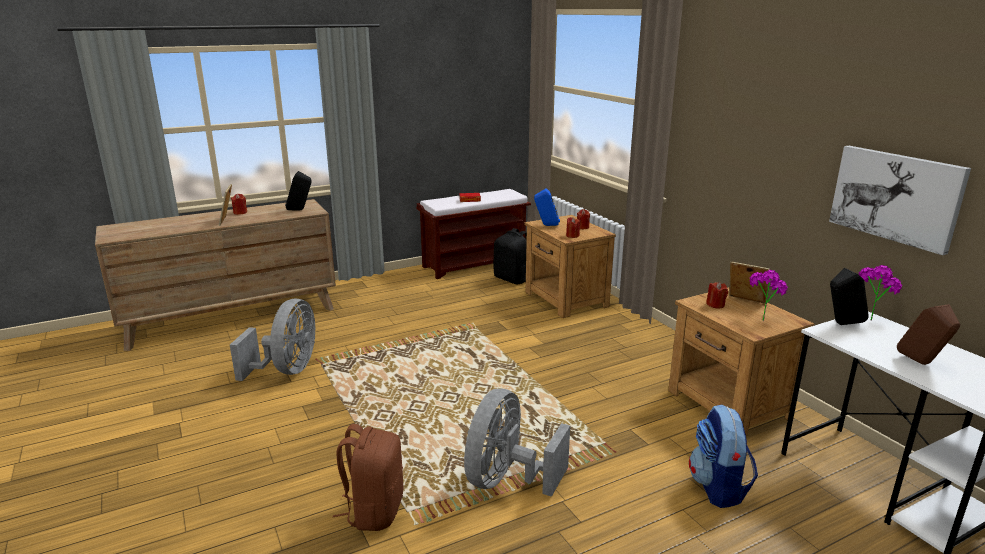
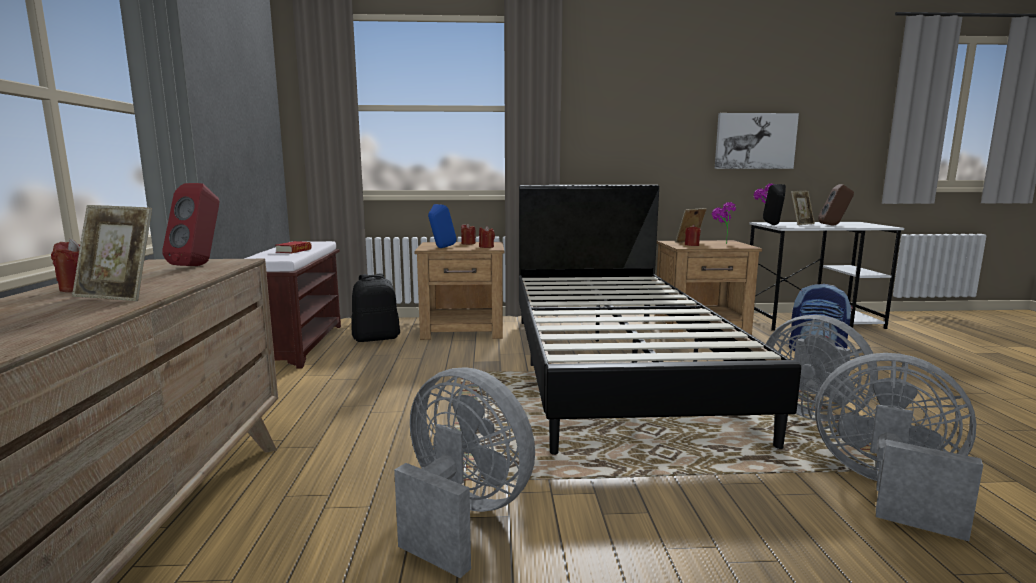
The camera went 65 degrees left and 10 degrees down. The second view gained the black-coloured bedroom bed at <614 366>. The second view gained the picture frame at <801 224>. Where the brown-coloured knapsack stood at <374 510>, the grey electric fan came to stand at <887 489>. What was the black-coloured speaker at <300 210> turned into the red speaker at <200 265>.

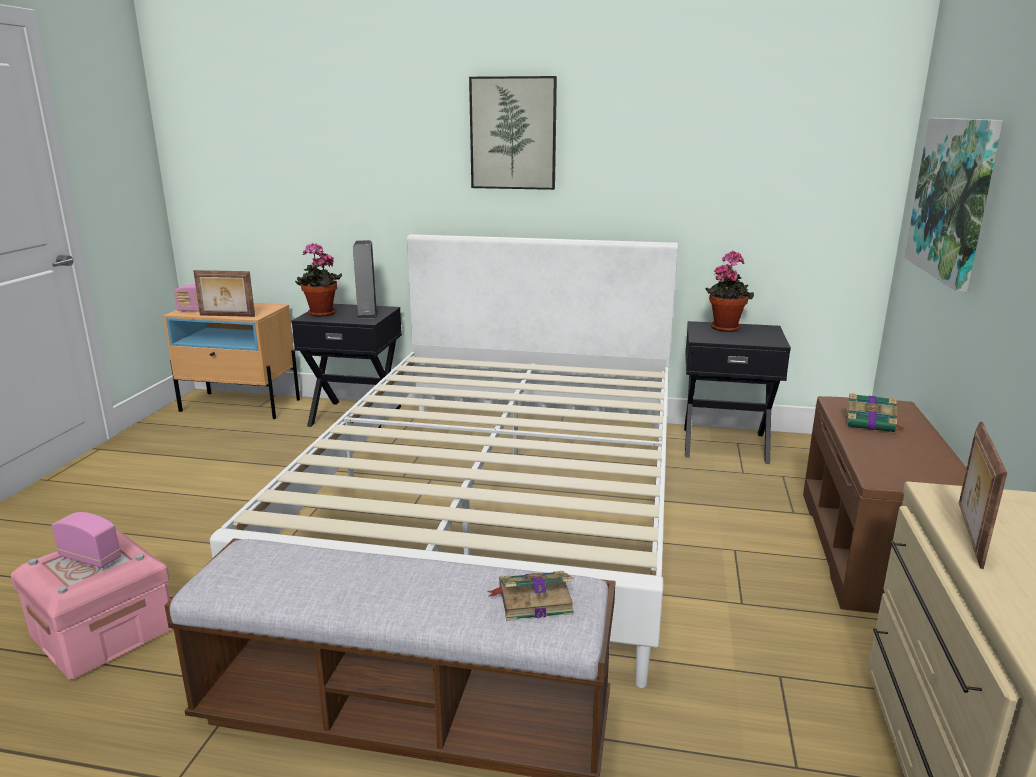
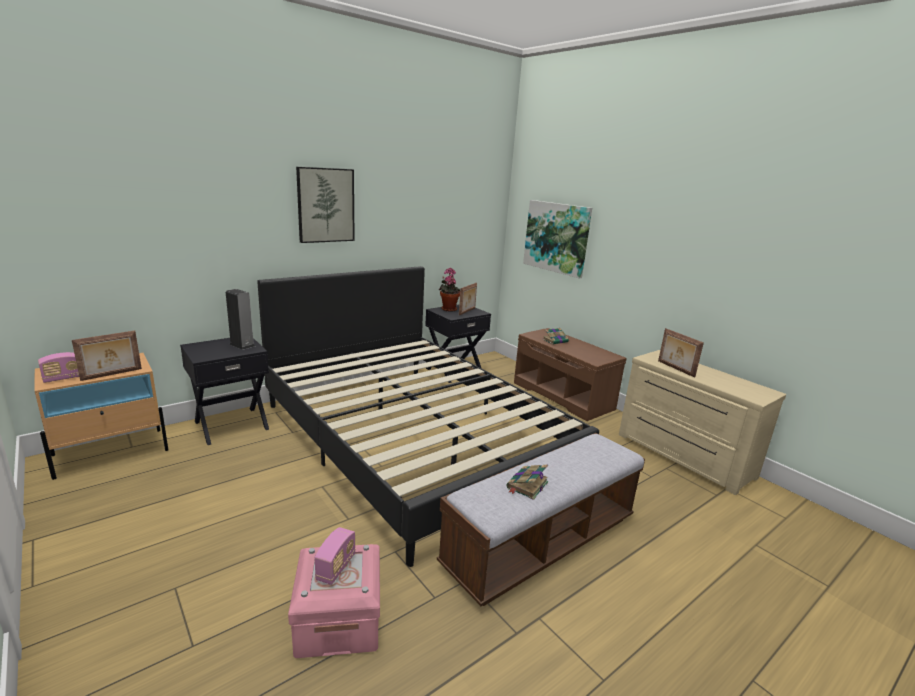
The camera went 50 degrees left and 0 degrees up. The second view lost the houseplant at <321 314>. The second view gained the picture frame at <467 311>. The book ended up elsewhere, having gone from <533 600> to <526 486>. What was the white bedroom bed at <499 504> turned into the black-coloured bedroom bed at <413 438>. The radio set at <90 558> ended up facing another way, 135 degrees clockwise from before.

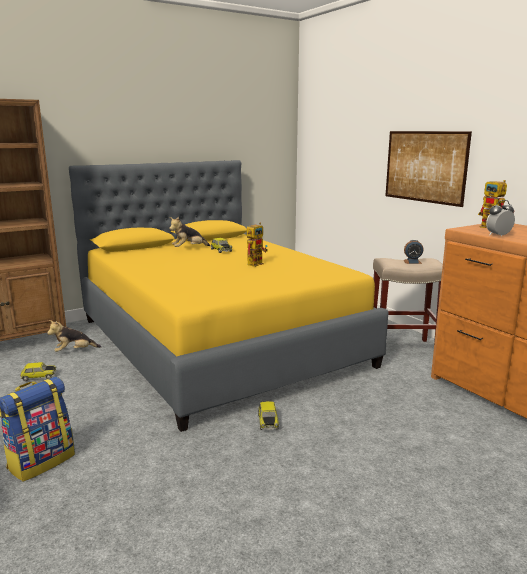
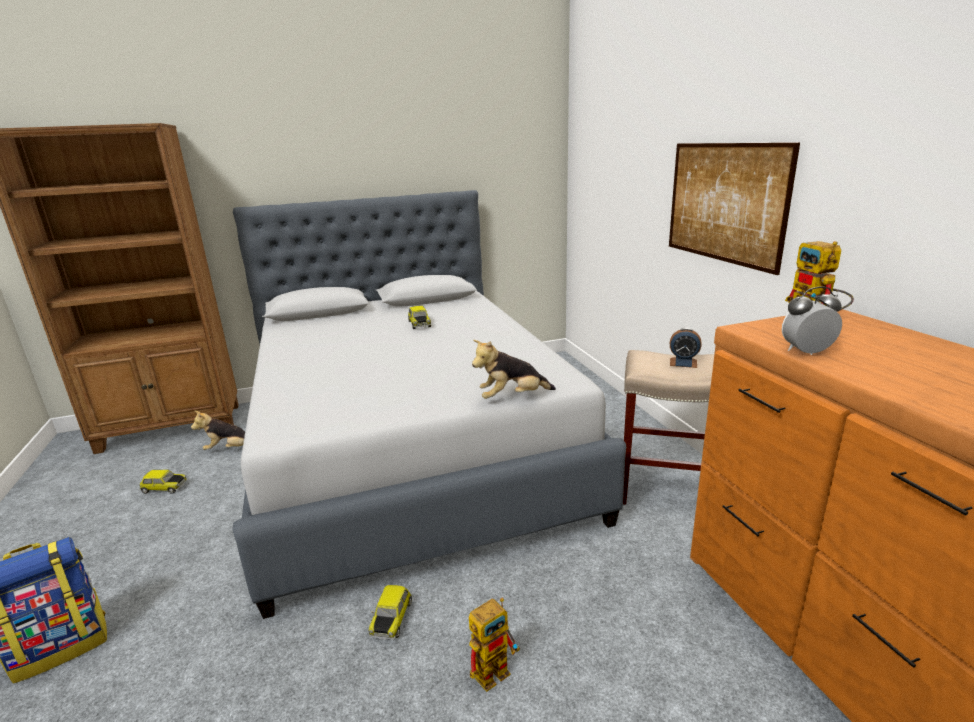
The camera went 15 degrees right and 5 degrees up. The soft toy ended up elsewhere, having gone from <189 249> to <512 397>. The robot figure ended up elsewhere, having gone from <256 263> to <496 668>. What was the yellowish bedroom bed at <218 341> turned into the grey bedroom bed at <410 449>.

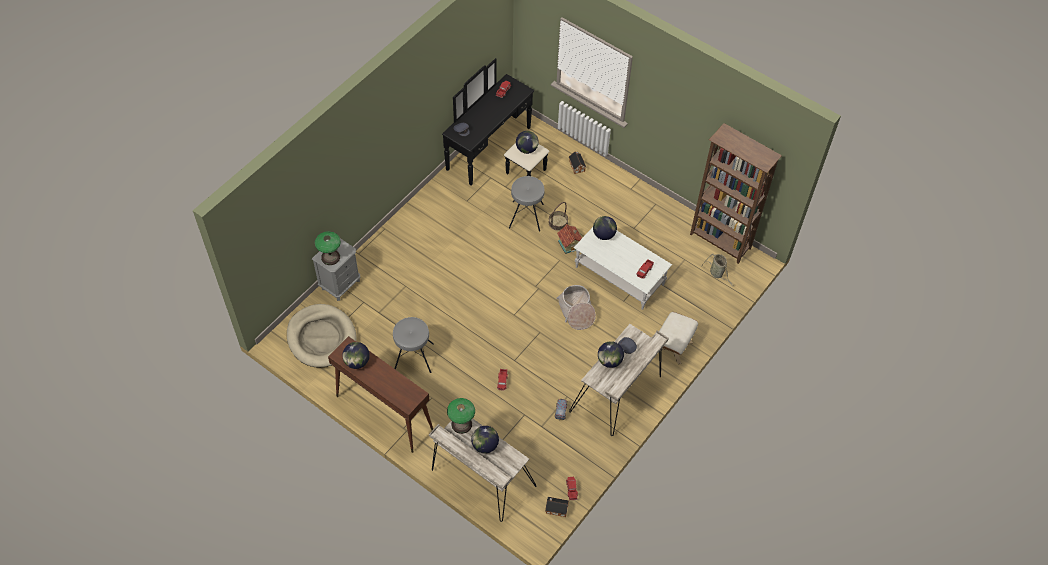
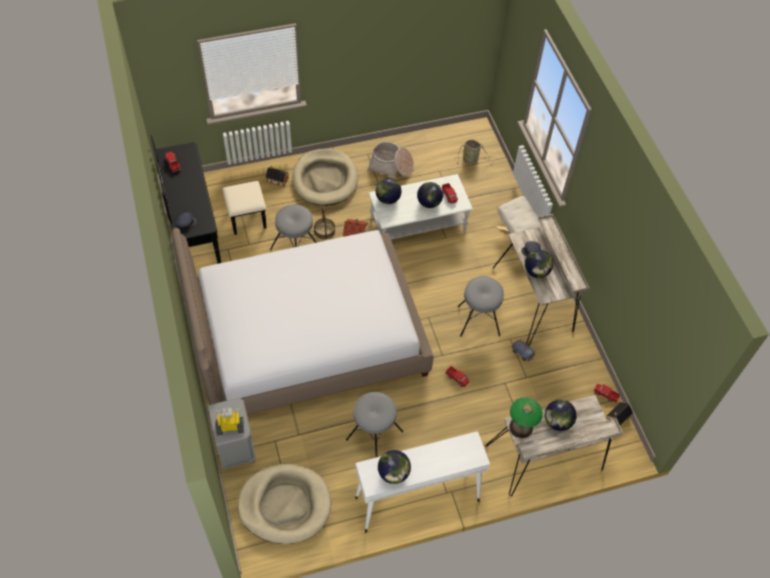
The camera went 55 degrees left and 0 degrees up. The second view lost the brown-coloured bookcase at <720 242>. The second view gained the bedroom bed at <306 337>. The second view gained the beige pet bed at <325 179>. The second view gained the grey sitting stool at <478 320>. The world globe ended up elsewhere, having gone from <527 149> to <429 203>. The basket ended up elsewhere, having gone from <576 311> to <391 166>. Where the tabletop lamp stood at <330 257>, the robot figure came to stand at <230 426>. What was the brown-coloured narrow table at <384 412> turned into the white narrow table at <416 499>.

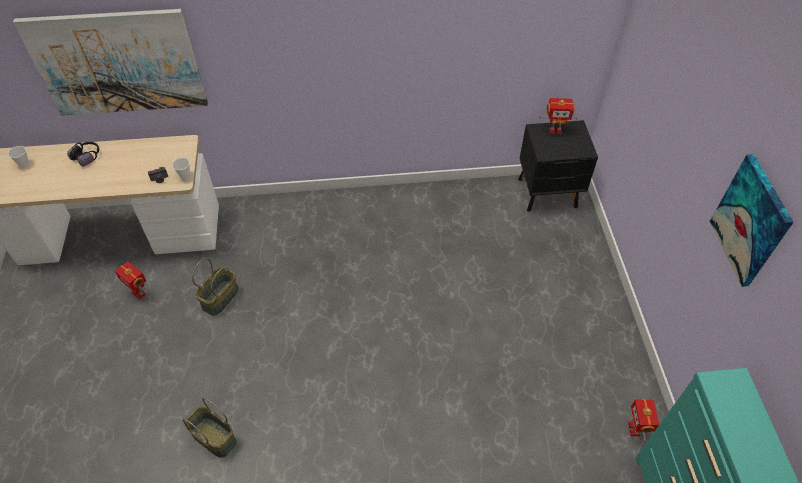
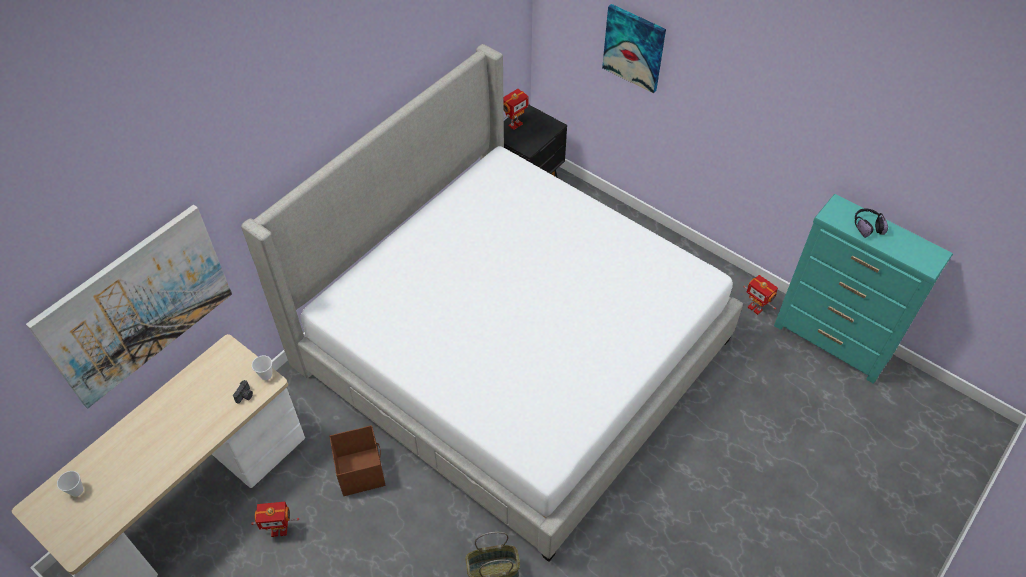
The camera went 45 degrees left and 0 degrees up. The second view gained the bedroom bed at <513 352>. The headphones ended up elsewhere, having gone from <87 156> to <867 226>. The wall picture ended up elsewhere, having gone from <751 221> to <634 48>. Where the basket stood at <220 297>, the brown-coloured storage box came to stand at <361 471>.

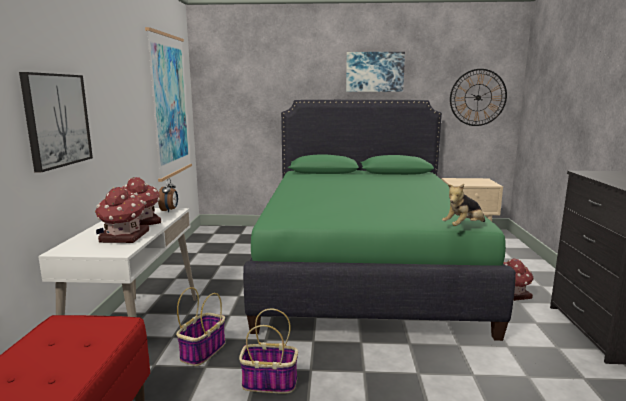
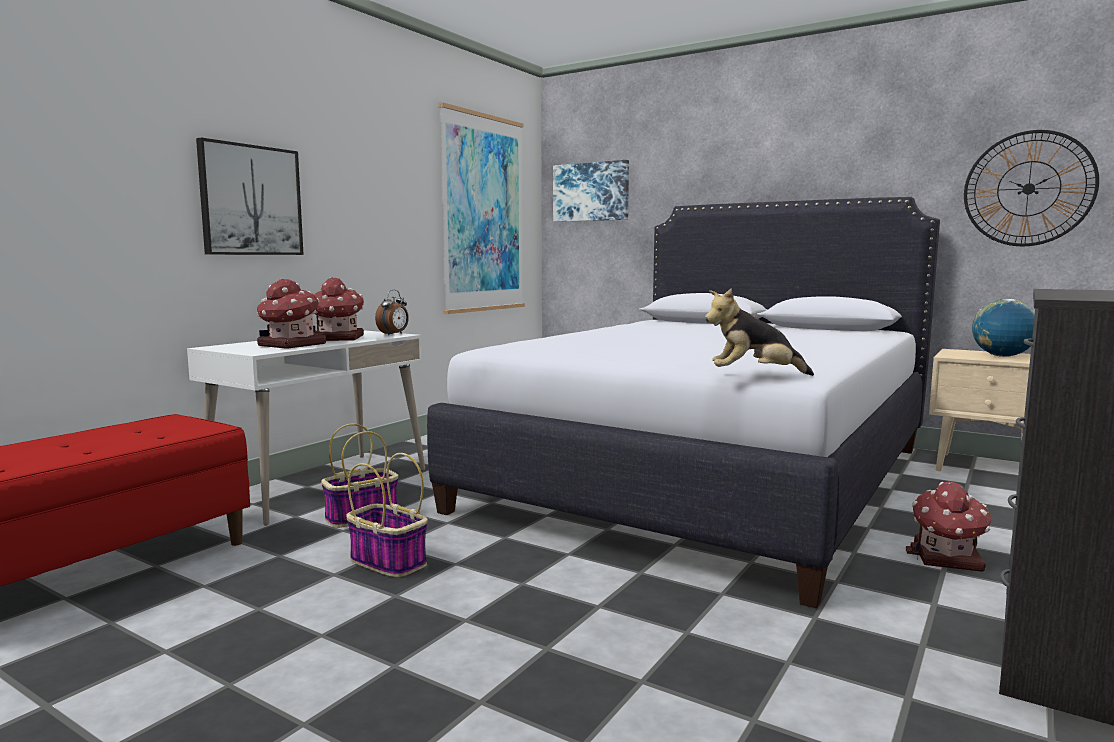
The camera went 30 degrees right and 5 degrees down. The second view gained the world globe at <1002 356>. The wall picture ended up elsewhere, having gone from <374 72> to <591 192>. What was the green-coloured bedroom bed at <363 268> turned into the white bedroom bed at <707 477>.

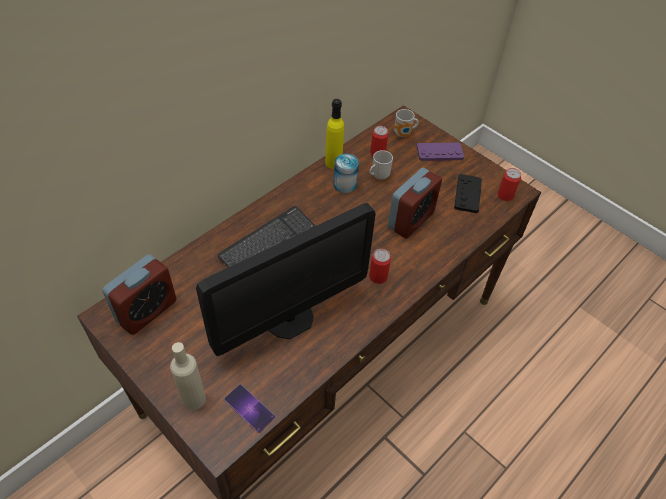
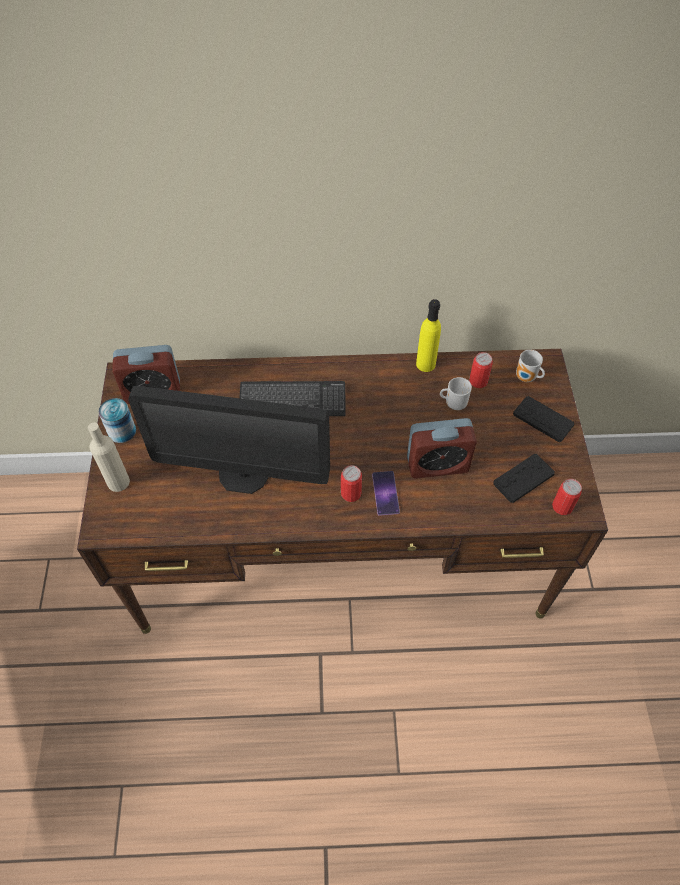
The camera went 45 degrees right and 5 degrees up. The telephone ended up elsewhere, having gone from <249 408> to <385 493>. The can ended up elsewhere, having gone from <345 184> to <122 431>. What was the purple-coloured joypad at <439 152> turned into the black-coloured joypad at <543 419>.

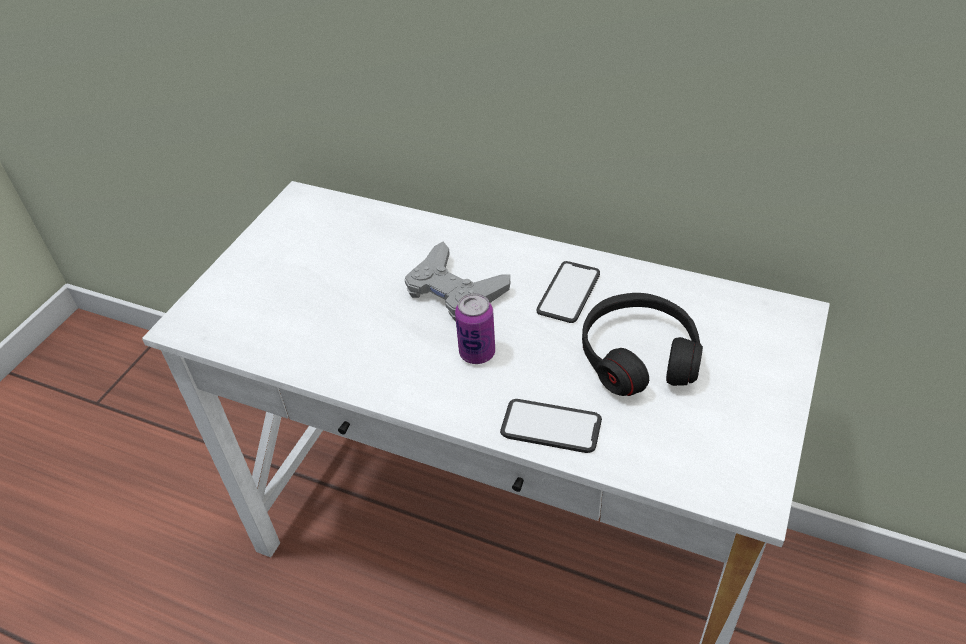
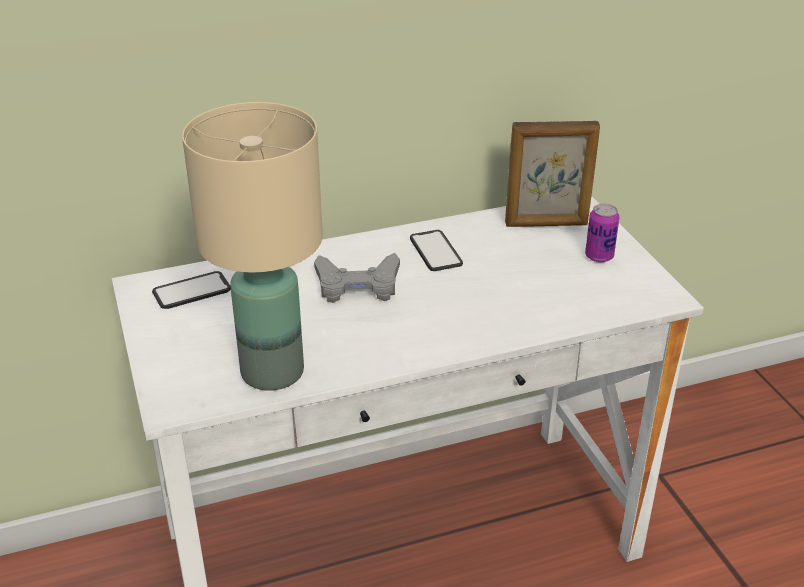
The camera went 45 degrees left and 10 degrees down. The second view lost the black-coloured headphones at <638 355>. The second view gained the beige tabletop lamp at <273 373>. The second view gained the picture frame at <546 224>. The can ended up elsewhere, having gone from <477 353> to <599 256>. The telephone ended up elsewhere, having gone from <551 427> to <192 291>.

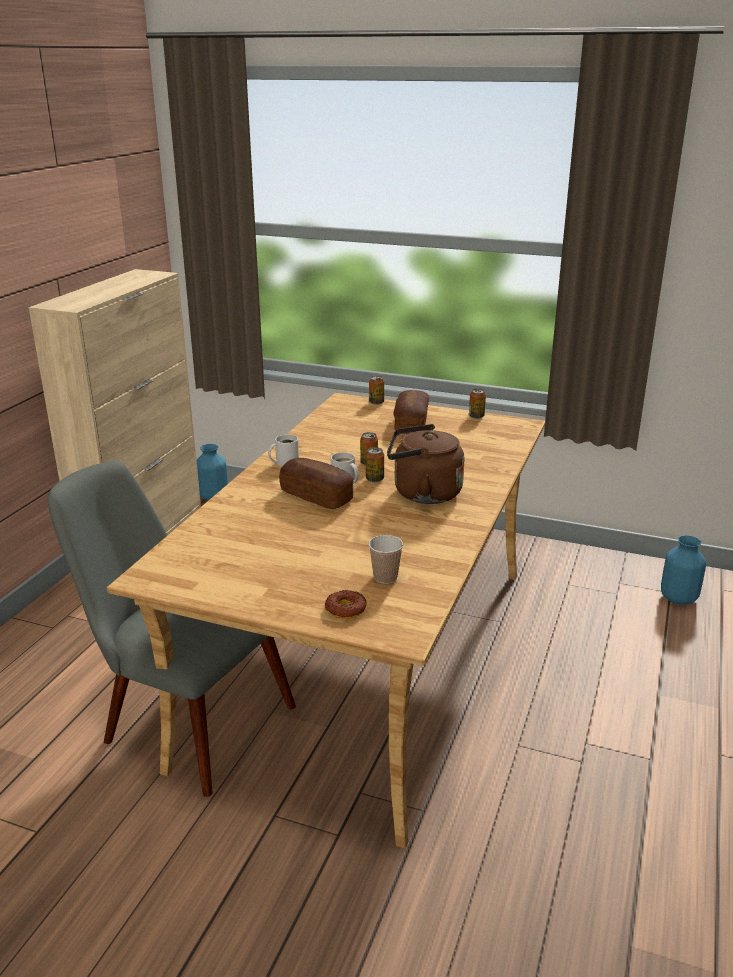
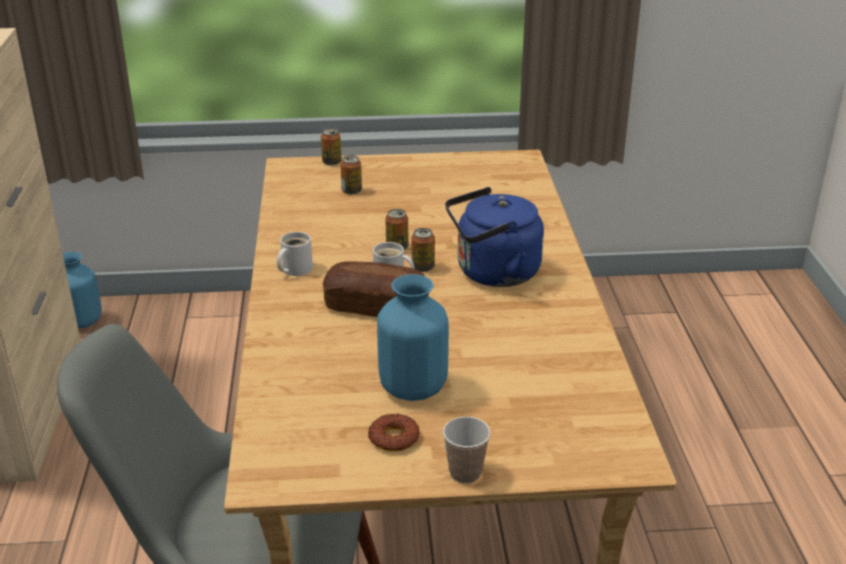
The camera went 25 degrees left and 5 degrees up. The second view lost the bread at <411 424>. The ring doughnut ended up elsewhere, having gone from <345 609> to <393 438>. The small cup ended up elsewhere, having gone from <385 577> to <465 473>. The can ended up elsewhere, having gone from <476 416> to <351 191>. The bluish decorative vase ended up elsewhere, having gone from <678 598> to <413 387>. What was the brown-coloured kettle at <422 493> turned into the bluish kettle at <493 273>.

